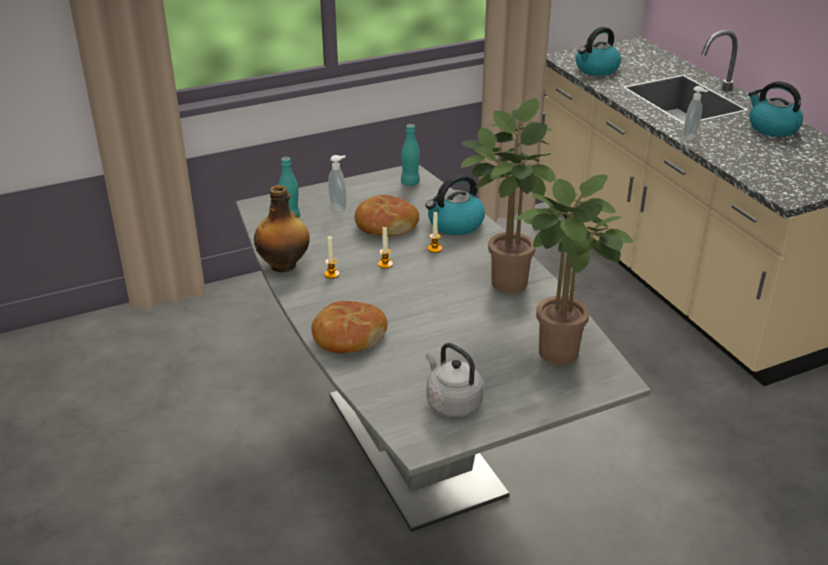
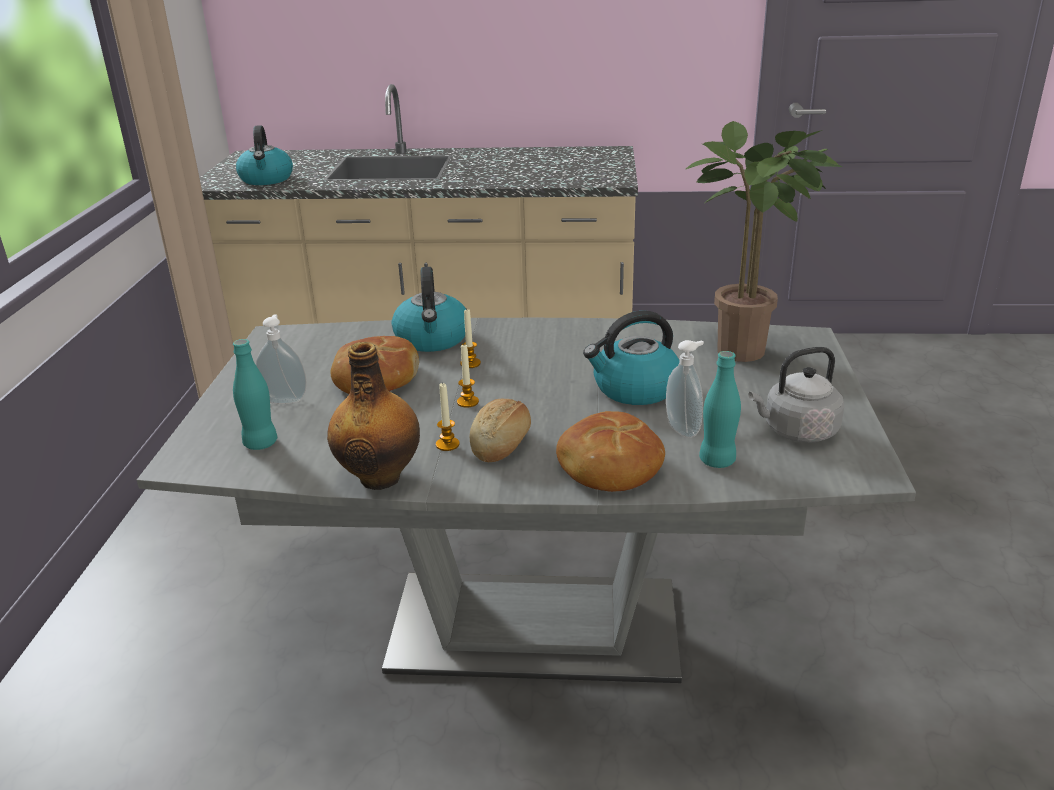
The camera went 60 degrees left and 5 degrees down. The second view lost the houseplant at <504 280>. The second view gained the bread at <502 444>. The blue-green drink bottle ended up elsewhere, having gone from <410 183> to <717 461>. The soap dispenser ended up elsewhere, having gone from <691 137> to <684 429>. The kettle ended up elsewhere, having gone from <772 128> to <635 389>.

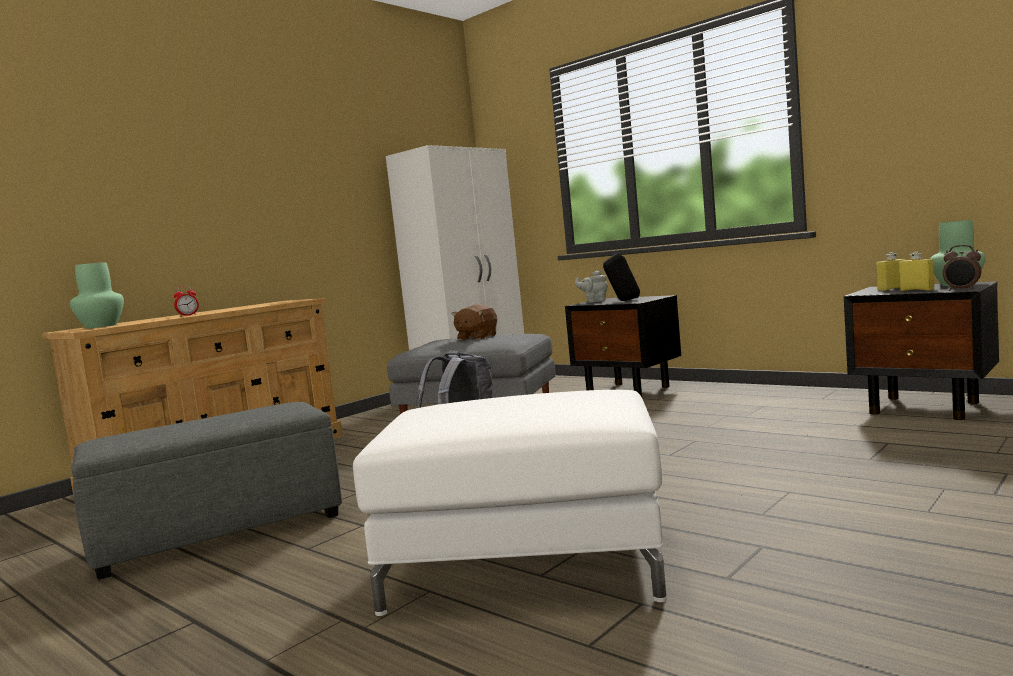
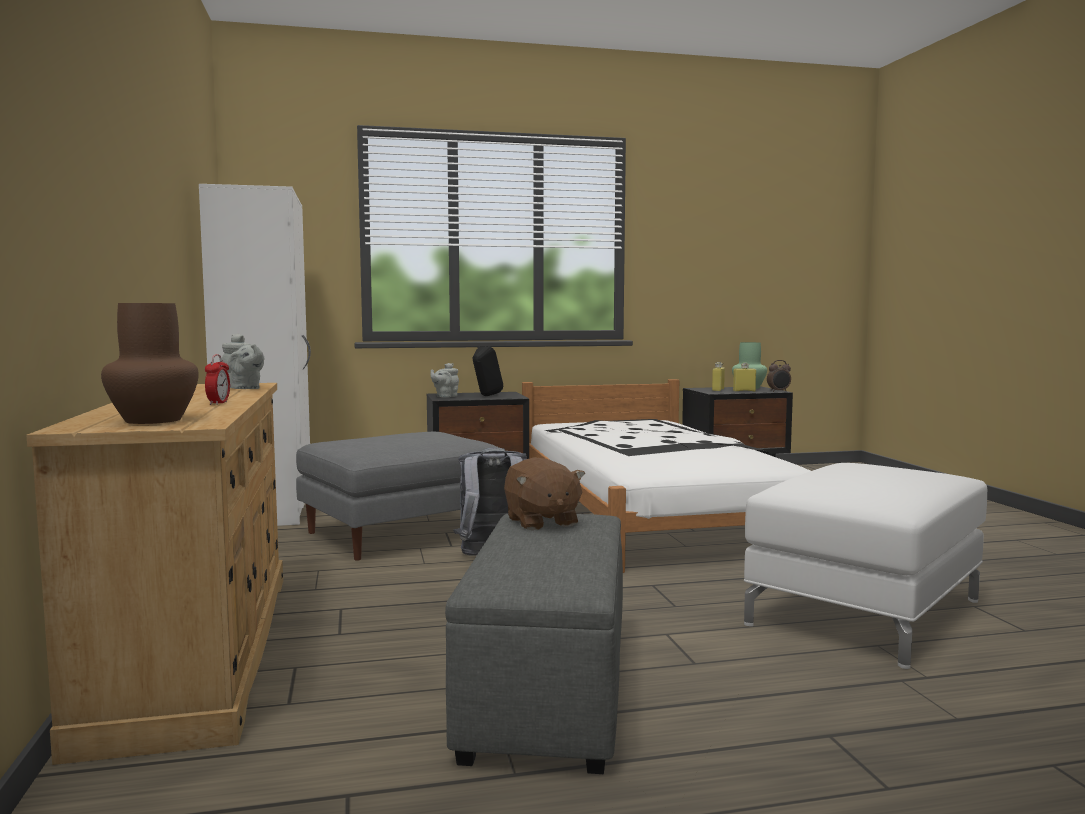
The camera went 55 degrees left and 0 degrees up. The second view gained the grey teapot at <243 388>. The second view gained the white bedroom bed at <650 513>. The brown-coloured soft toy ended up elsewhere, having gone from <476 338> to <541 522>. What was the green-coloured decorative vase at <102 326> turned into the brown-coloured decorative vase at <154 420>.

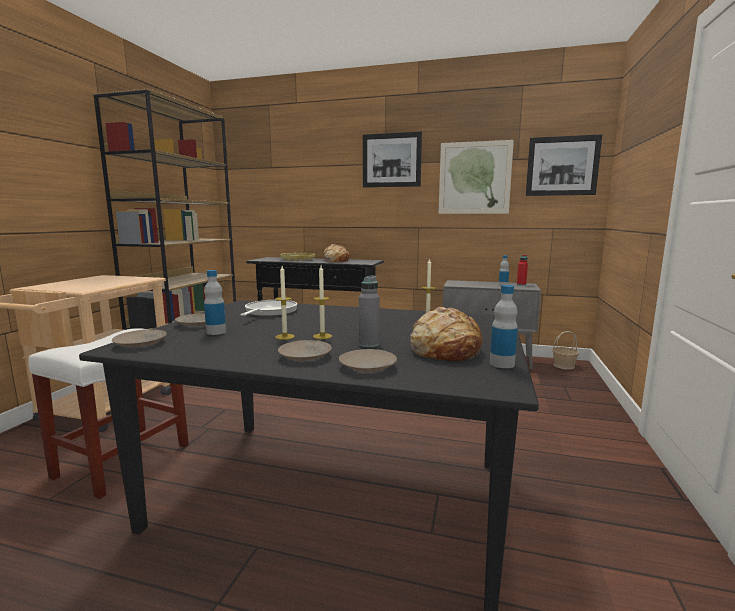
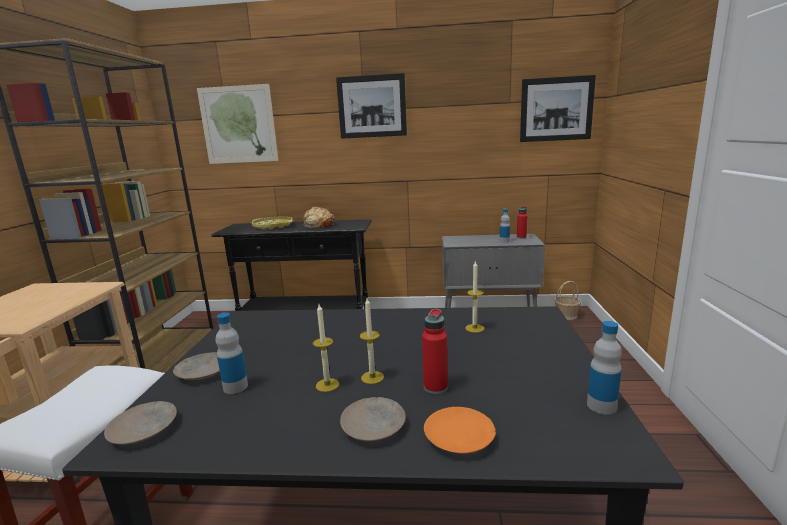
The camera went 10 degrees left and 5 degrees up. The second view lost the frying pan at <269 312>. The second view lost the bread at <445 349>. The wall picture ended up elsewhere, having gone from <474 178> to <238 125>. What was the beige dinner plate at <368 367> turned into the orange-coloured dinner plate at <460 437>. What was the grey drink bottle at <369 344> turned into the red drink bottle at <435 387>.

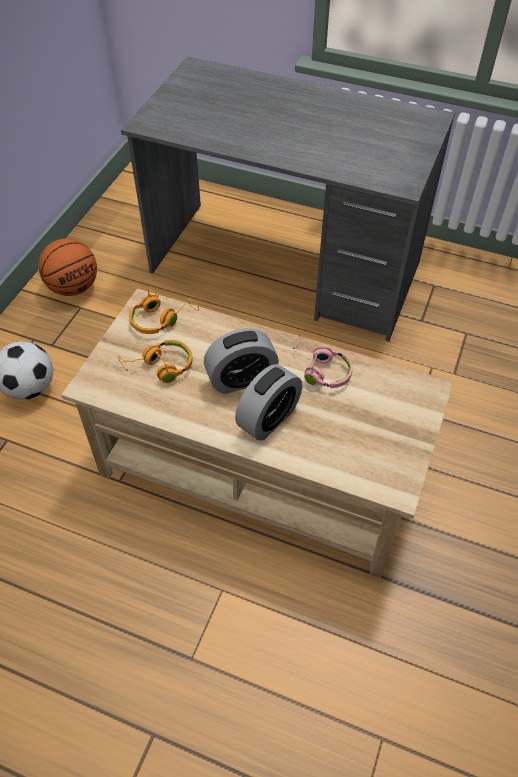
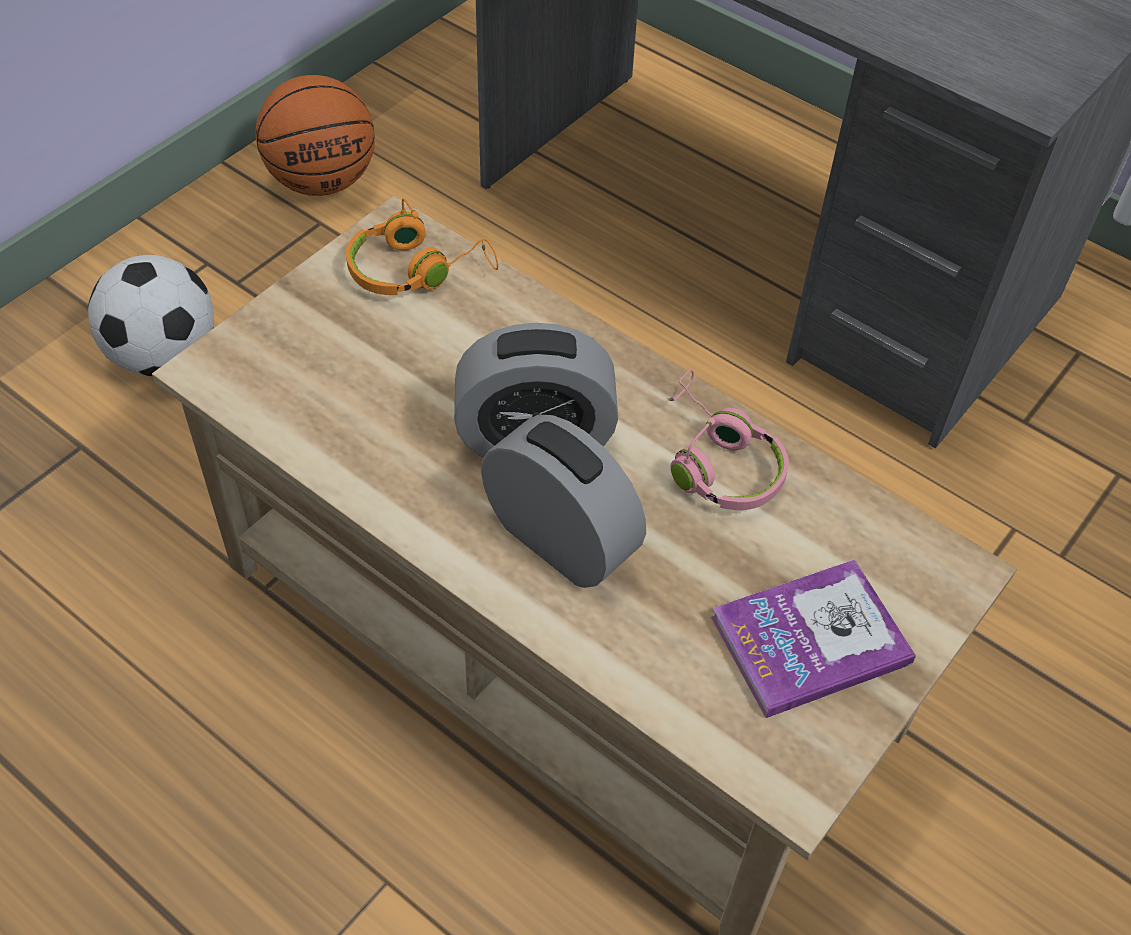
The camera went 15 degrees right and 0 degrees up. The second view lost the orange-coloured headphones at <160 367>. The second view gained the book at <810 640>. The alarm clock at <268 419> ended up facing another way, 105 degrees counterclockwise from before.

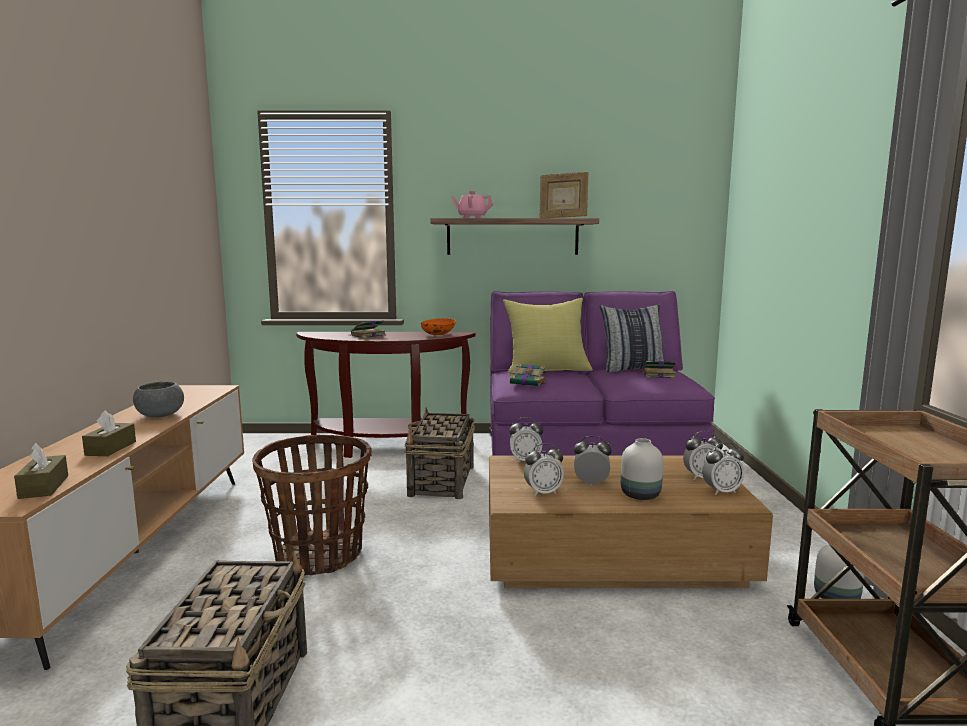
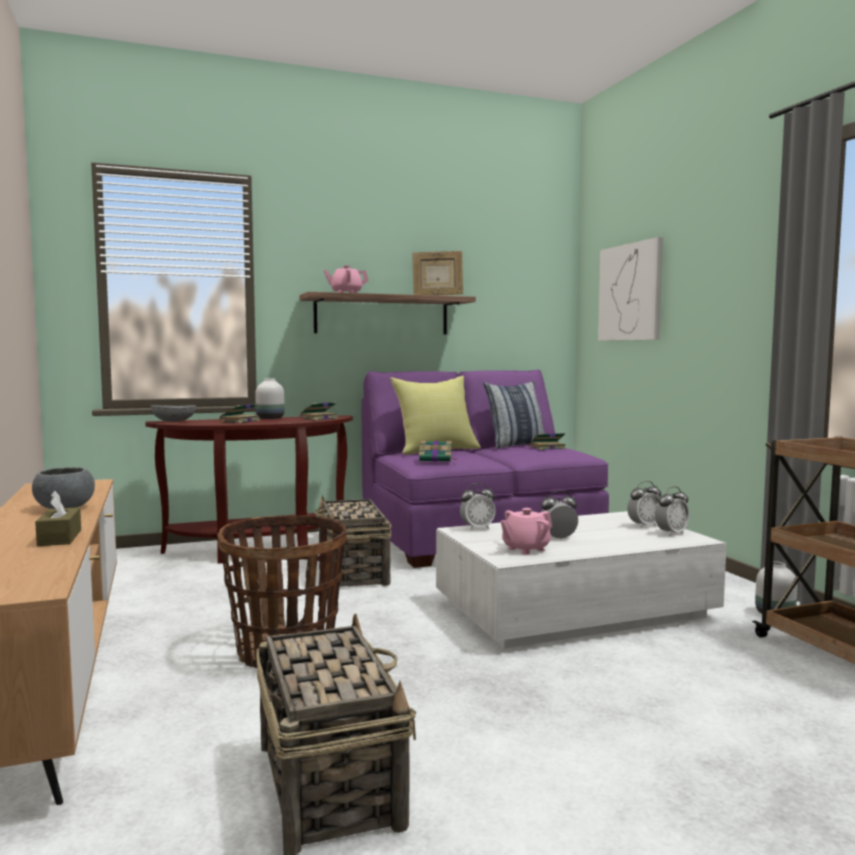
The camera went 20 degrees left and 5 degrees down. The second view lost the brown-coloured box of tissues at <44 487>. The second view gained the grey bowl at <174 421>. The second view gained the wall picture at <630 292>. The white decorative vase ended up elsewhere, having gone from <639 495> to <269 418>. Where the orange-coloured bowl stood at <438 335>, the book came to stand at <318 418>. Where the alarm clock stood at <543 492>, the pink teapot came to stand at <525 549>. What was the brown-coloured coffee table at <612 554> turned into the white coffee table at <574 609>.

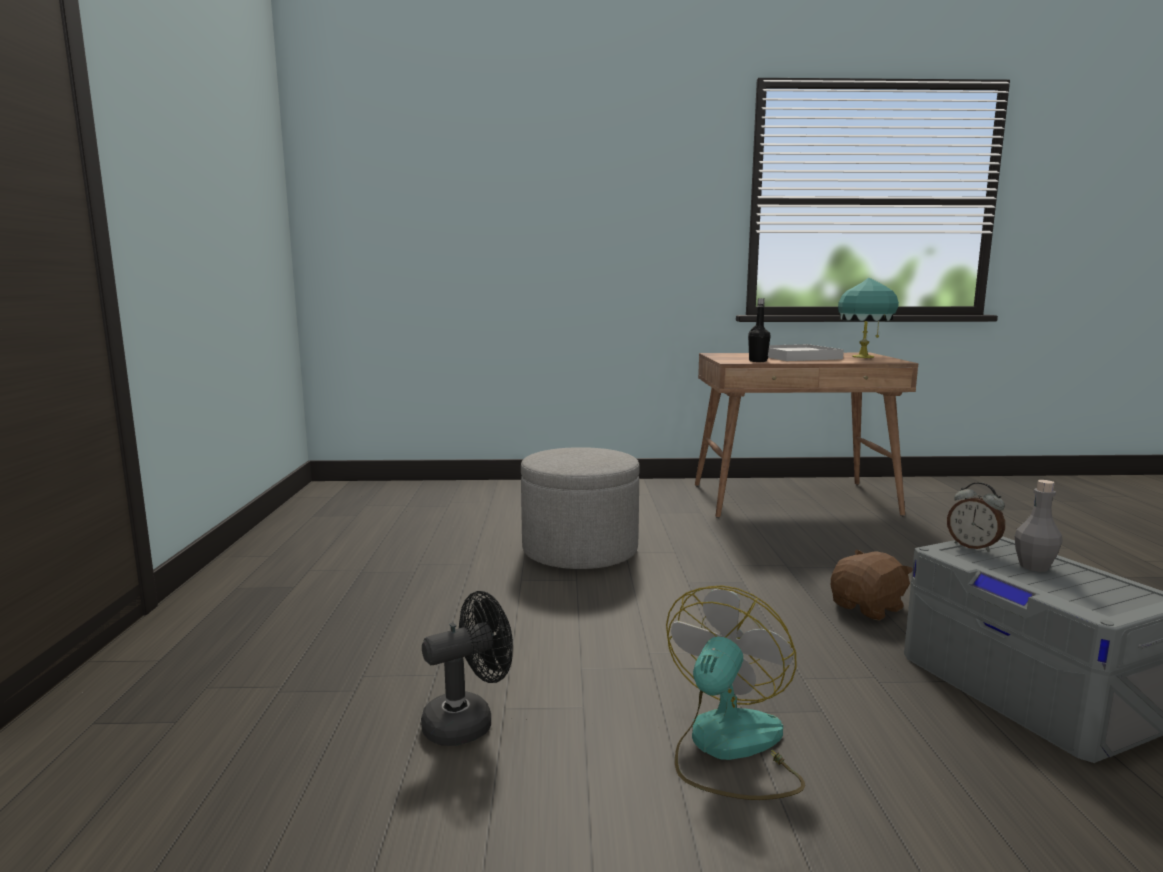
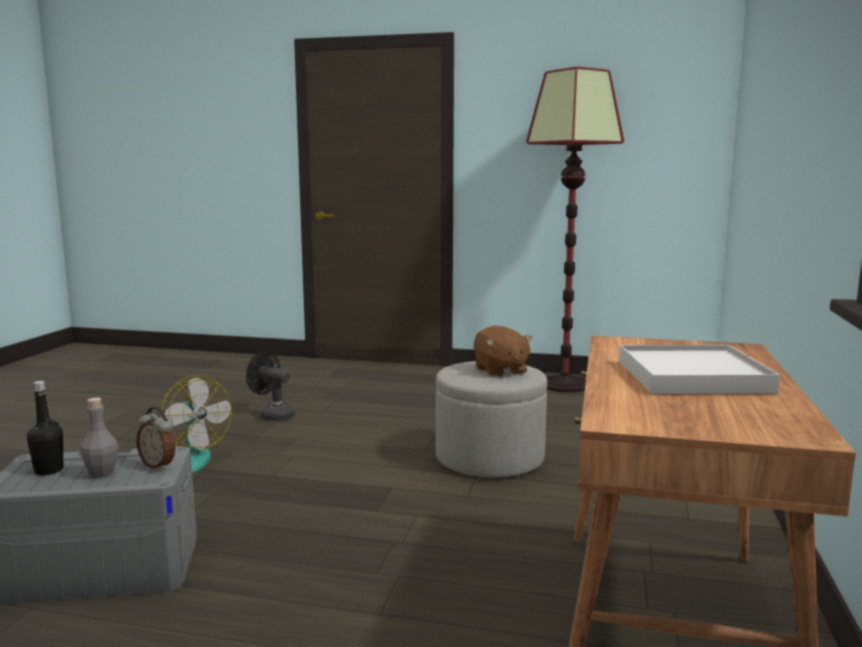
The camera went 105 degrees right and 0 degrees up. The second view lost the blue-green tabletop lamp at <864 357>. The second view gained the floor lamp at <565 385>. The black-coloured drink bottle ended up elsewhere, having gone from <758 361> to <49 470>. The brown-coloured soft toy ended up elsewhere, having gone from <868 607> to <500 371>. The black-coloured electric fan at <468 722> ended up facing another way, 135 degrees clockwise from before. The alarm clock at <973 546> ended up facing another way, 120 degrees counterclockwise from before.

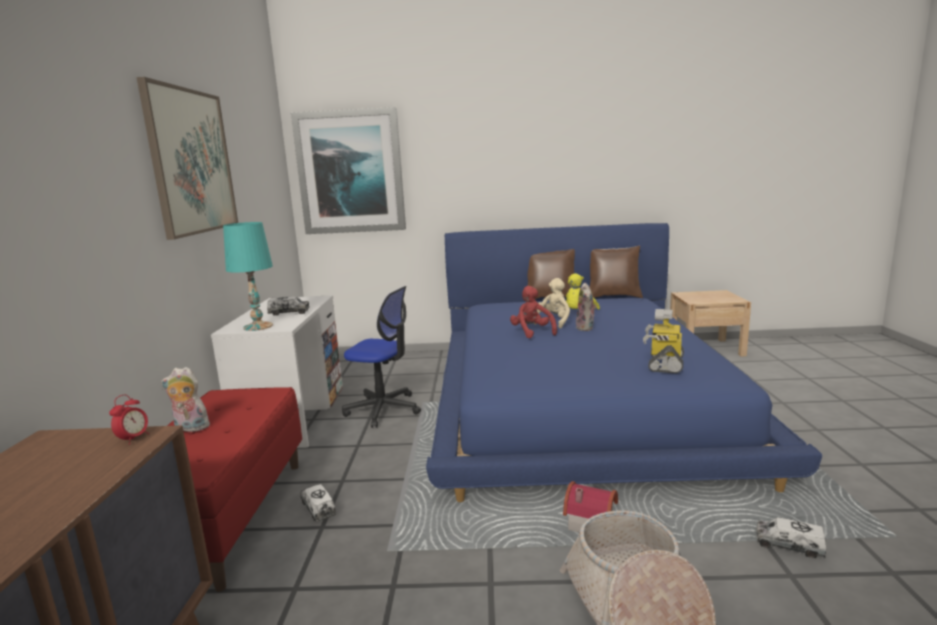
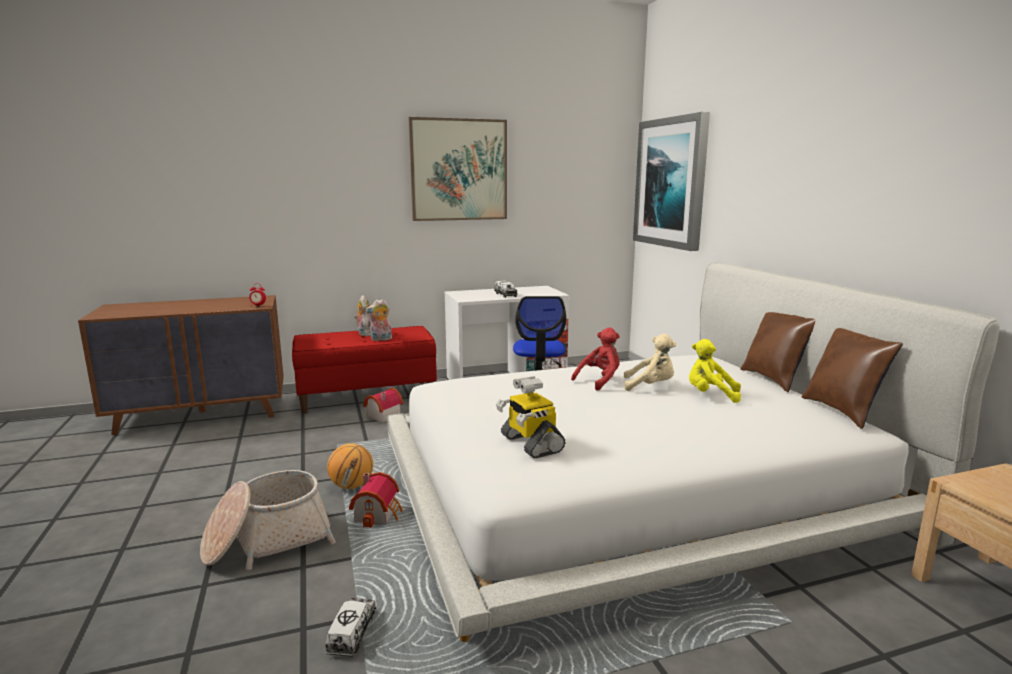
The camera went 70 degrees right and 0 degrees up. The second view lost the blue-green tabletop lamp at <257 326>. The second view gained the basketball at <352 486>. The soft toy ended up elsewhere, having gone from <586 328> to <381 339>. Where the toy truck stood at <318 508>, the toy house came to stand at <382 416>. What was the bluish bedroom bed at <578 400> turned into the white bedroom bed at <633 489>. The robot figure at <664 364> ended up facing another way, 120 degrees counterclockwise from before.

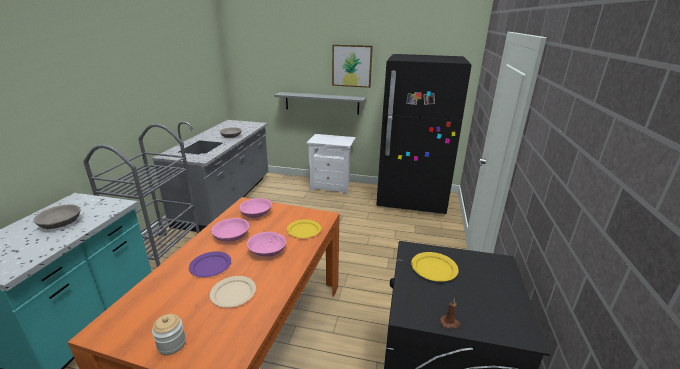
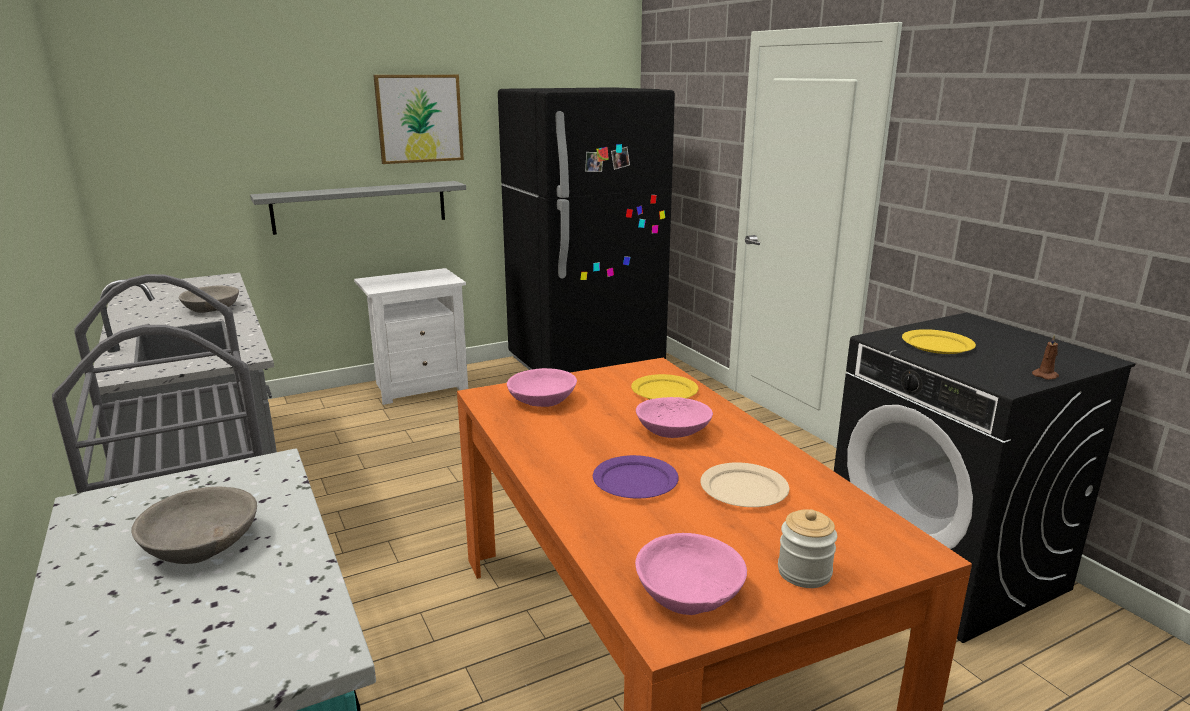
The camera went 40 degrees left and 5 degrees down. The pink bowl ended up elsewhere, having gone from <231 236> to <689 592>.

